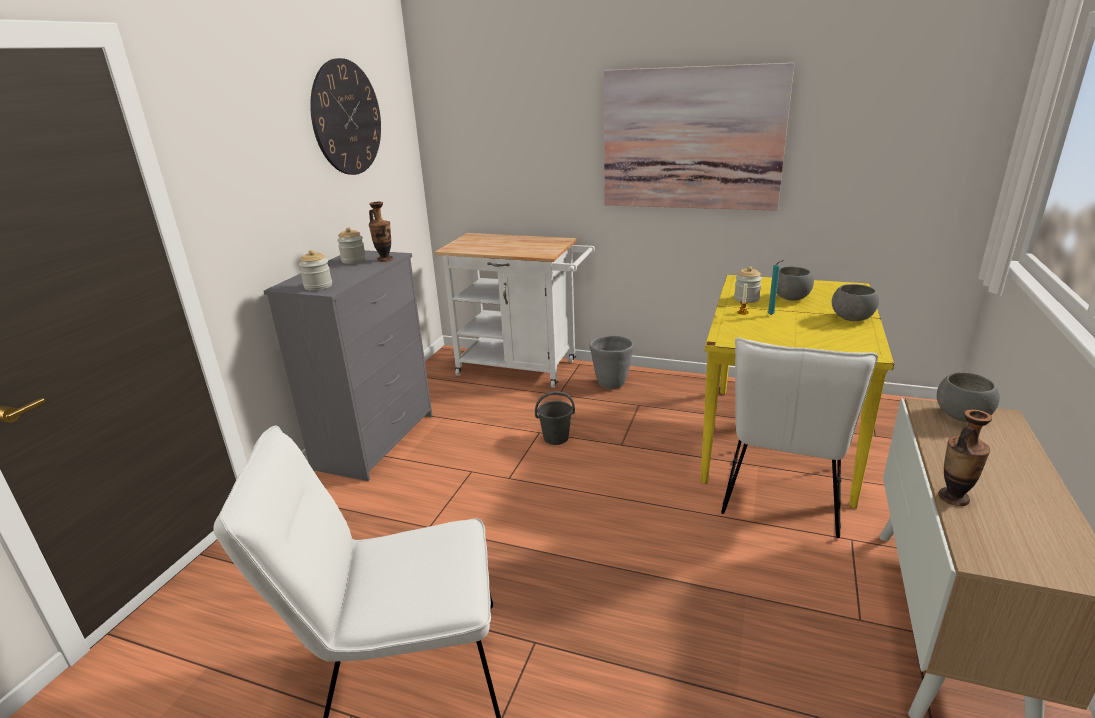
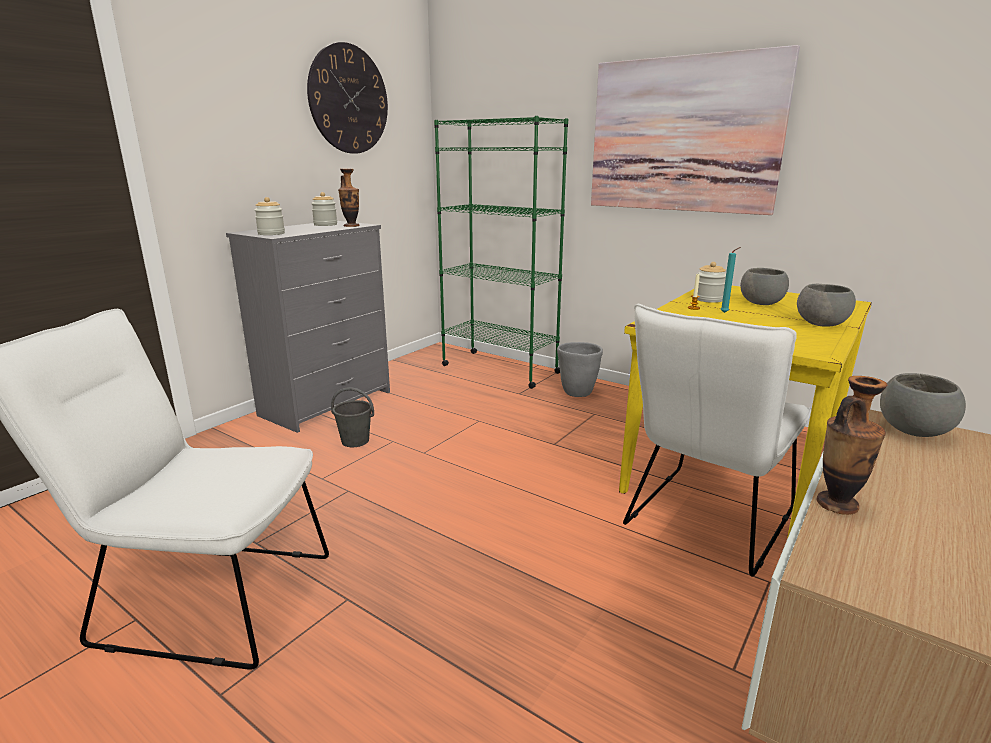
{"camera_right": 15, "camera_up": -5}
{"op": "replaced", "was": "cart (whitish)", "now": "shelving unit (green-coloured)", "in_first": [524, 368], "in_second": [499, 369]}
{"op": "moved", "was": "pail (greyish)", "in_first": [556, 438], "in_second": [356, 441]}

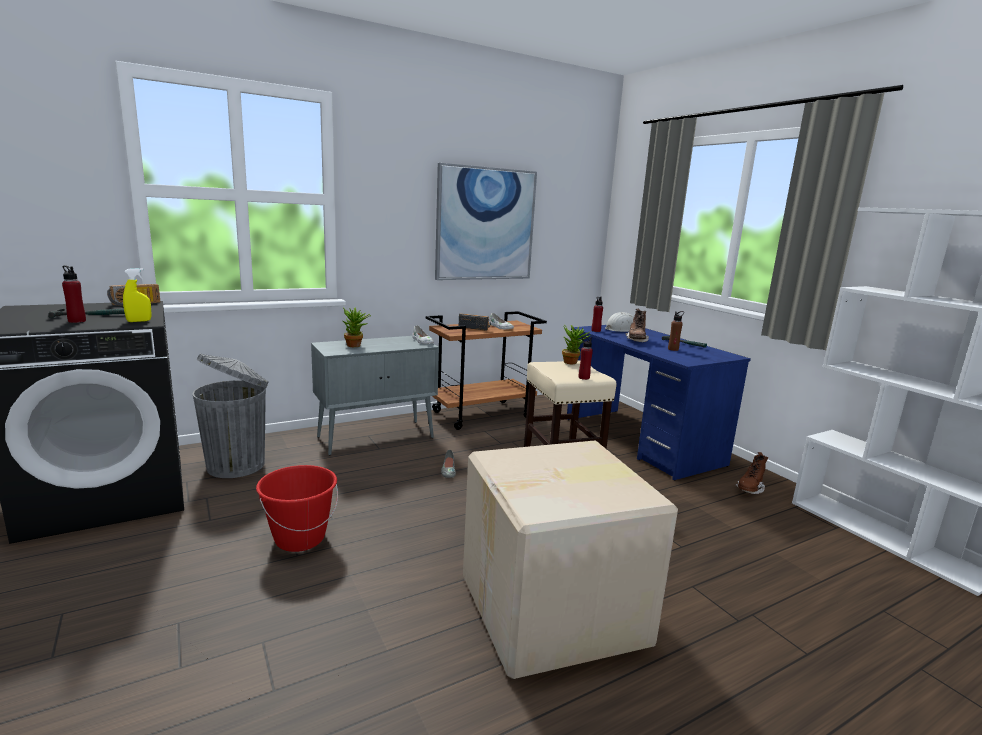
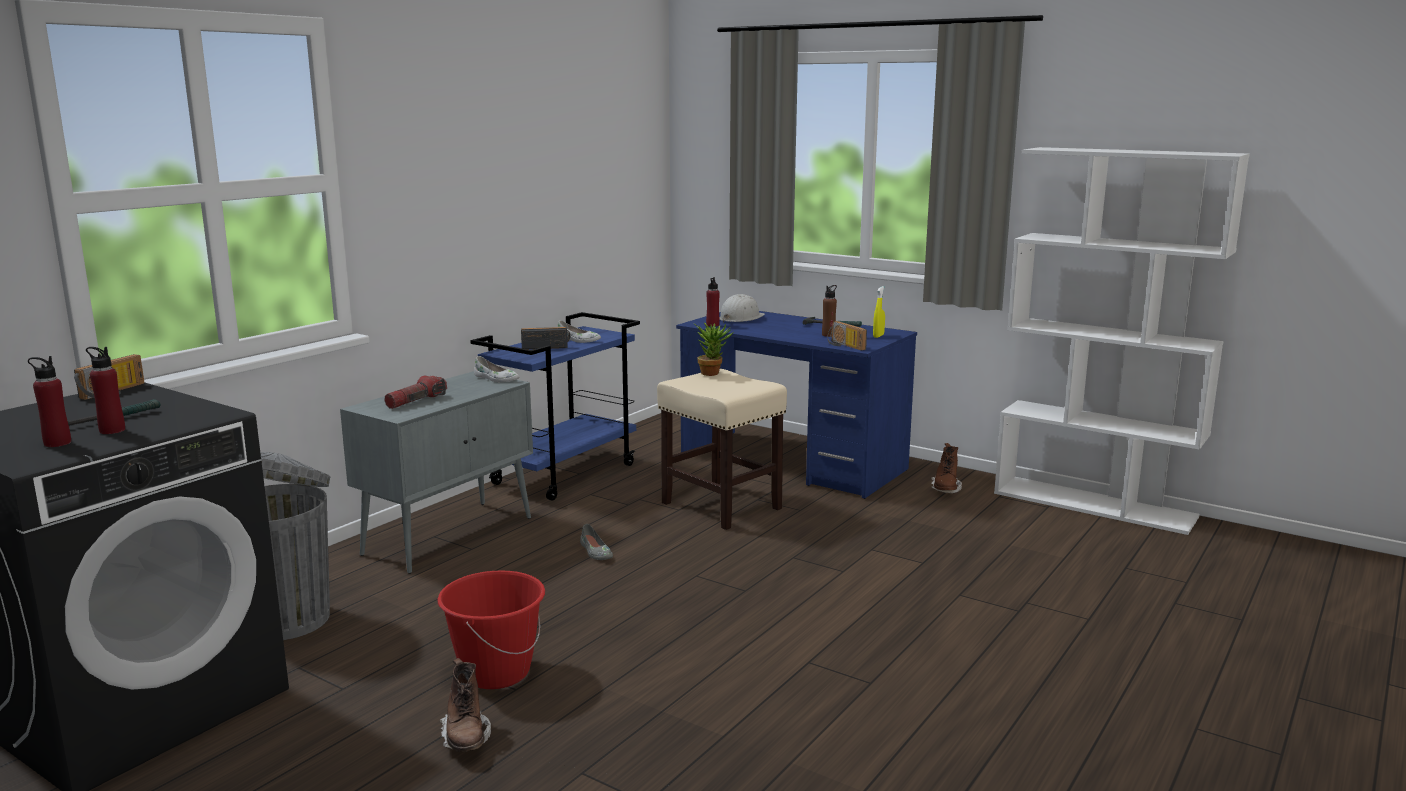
{"camera_right": -25, "camera_up": 0}
{"op": "moved", "was": "hand sprayer (yellow-coloured)", "in_first": [139, 321], "in_second": [878, 336]}
{"op": "replaced", "was": "potted plant", "now": "torch", "in_first": [356, 346], "in_second": [416, 401]}
{"op": "recoloured", "was": "cart (brown-coloured)", "now": "cart (bluish)", "in_first": [482, 414], "in_second": [564, 474]}
{"op": "removed", "was": "picture", "in_first": [485, 224]}
{"op": "removed", "was": "carton", "in_first": [555, 611]}
{"op": "moved", "was": "beverage bottle (reddish)", "in_first": [583, 377], "in_second": [57, 443]}
{"op": "moved", "was": "boot (brown-coloured)", "in_first": [636, 340], "in_second": [466, 738]}
{"op": "added", "now": "radio set", "in_second": [844, 346]}

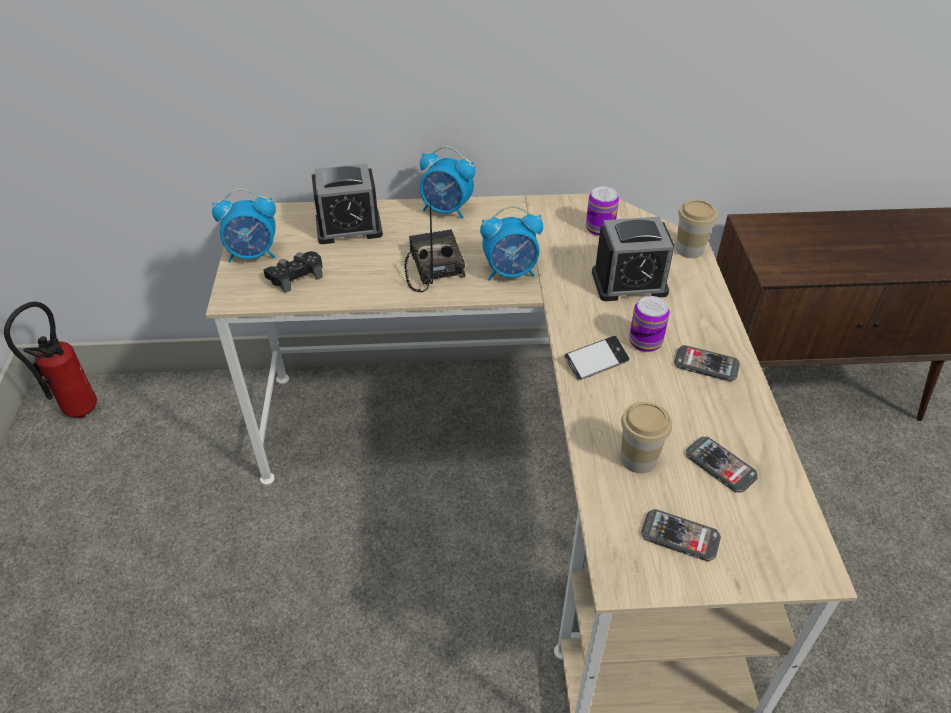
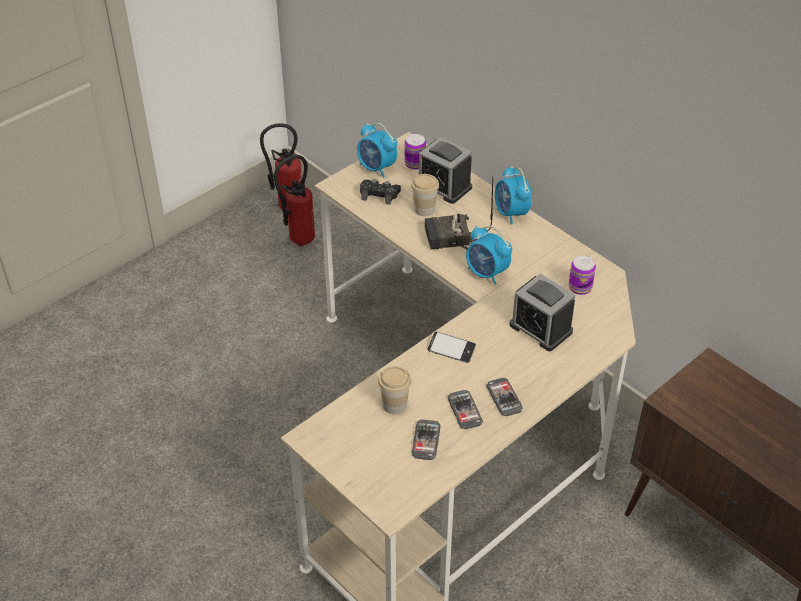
{"camera_right": 50, "camera_up": 0}
{"op": "turned", "was": "radio set", "in_first": [432, 267], "in_second": [451, 239], "clockwise": -135}
{"op": "moved", "was": "can", "in_first": [645, 342], "in_second": [415, 164]}
{"op": "moved", "was": "handset", "in_first": [680, 536], "in_second": [464, 410]}
{"op": "moved", "was": "drinking cup", "in_first": [689, 249], "in_second": [424, 209]}
{"op": "added", "now": "fire extinguisher", "in_second": [297, 241]}

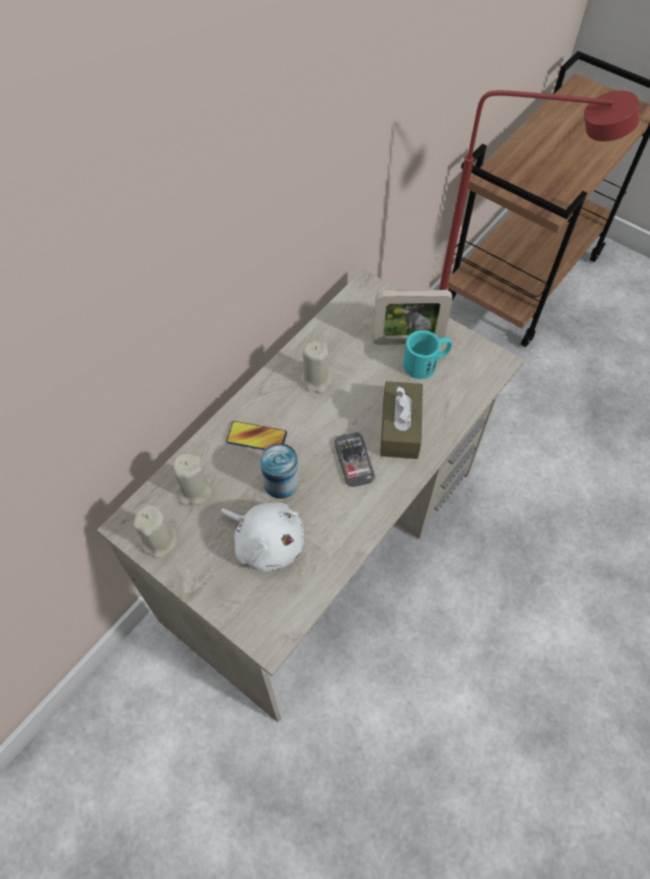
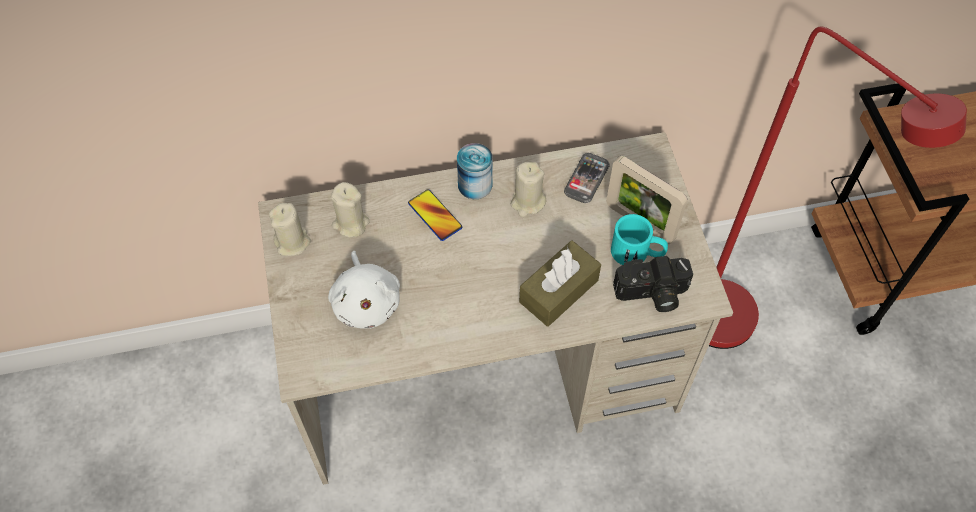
{"camera_right": 40, "camera_up": 0}
{"op": "moved", "was": "can", "in_first": [281, 482], "in_second": [475, 185]}
{"op": "moved", "was": "handset", "in_first": [354, 460], "in_second": [586, 179]}
{"op": "added", "now": "photo camera", "in_second": [652, 294]}

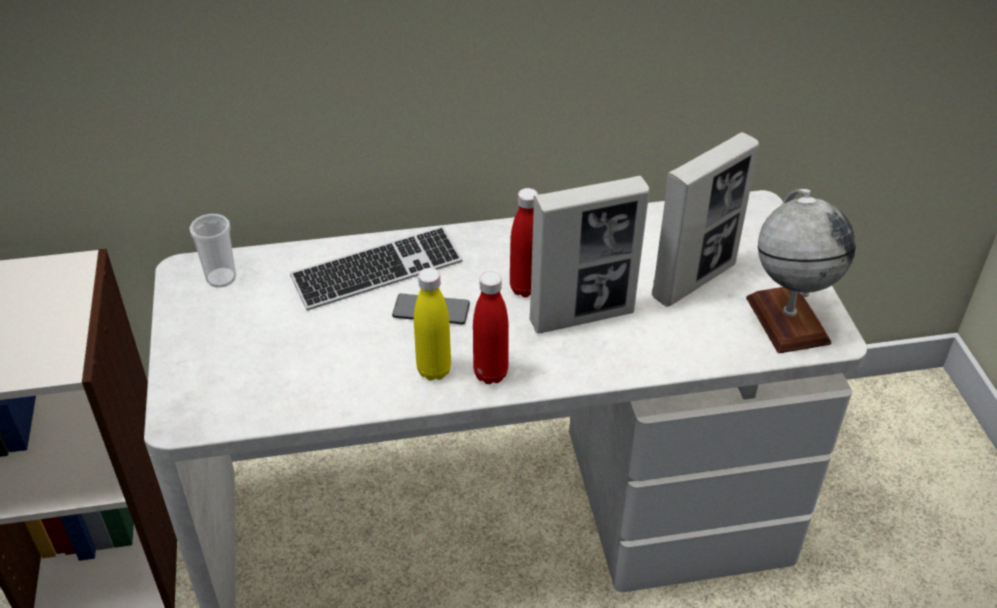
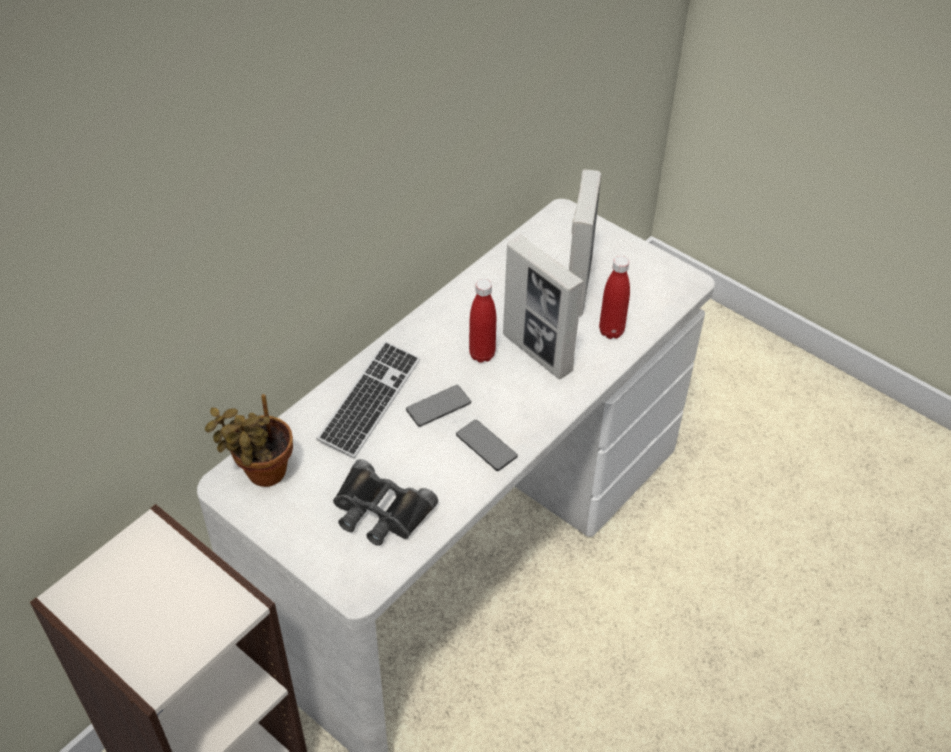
{"camera_right": -40, "camera_up": 5}
{"op": "replaced", "was": "drinking cup", "now": "potted plant", "in_first": [221, 278], "in_second": [262, 473]}
{"op": "replaced", "was": "beverage bottle (yellow-coloured)", "now": "handset", "in_first": [434, 370], "in_second": [486, 446]}
{"op": "moved", "was": "beverage bottle (reddish)", "in_first": [490, 374], "in_second": [611, 331]}
{"op": "turned", "was": "standing frame", "in_first": [582, 316], "in_second": [537, 353], "clockwise": 105}
{"op": "removed", "was": "desk globe", "in_first": [787, 320]}
{"op": "added", "now": "binoculars (black)", "in_second": [380, 511]}

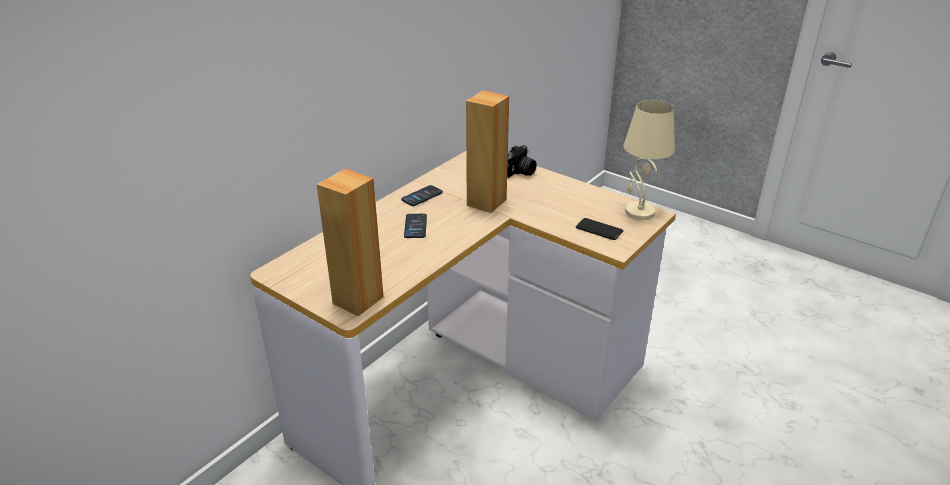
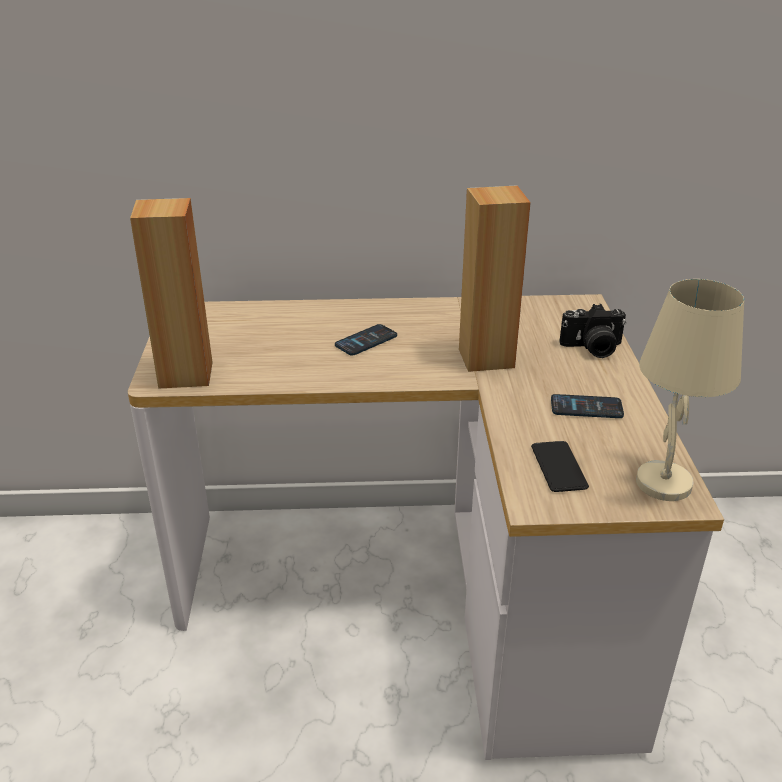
{"camera_right": 50, "camera_up": 0}
{"op": "moved", "was": "handset", "in_first": [422, 196], "in_second": [586, 407]}

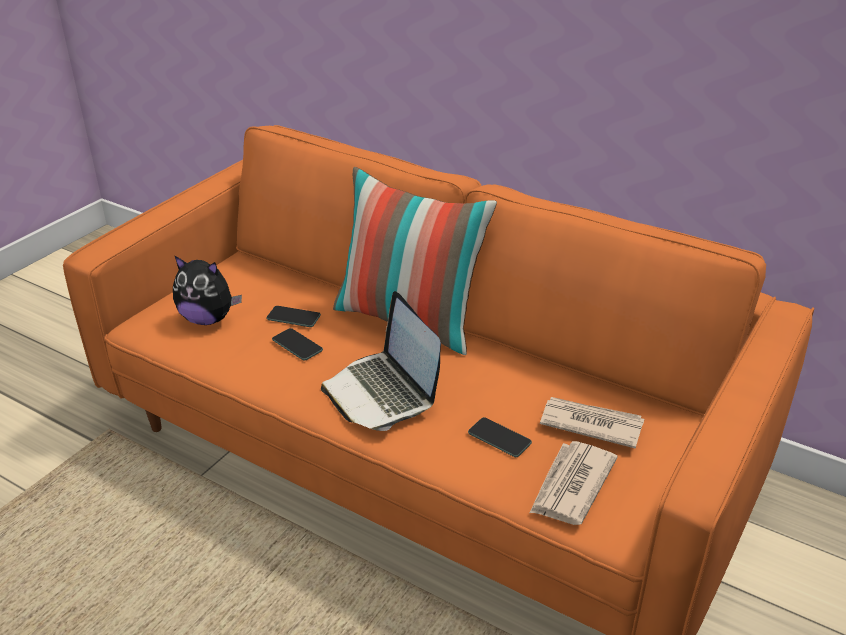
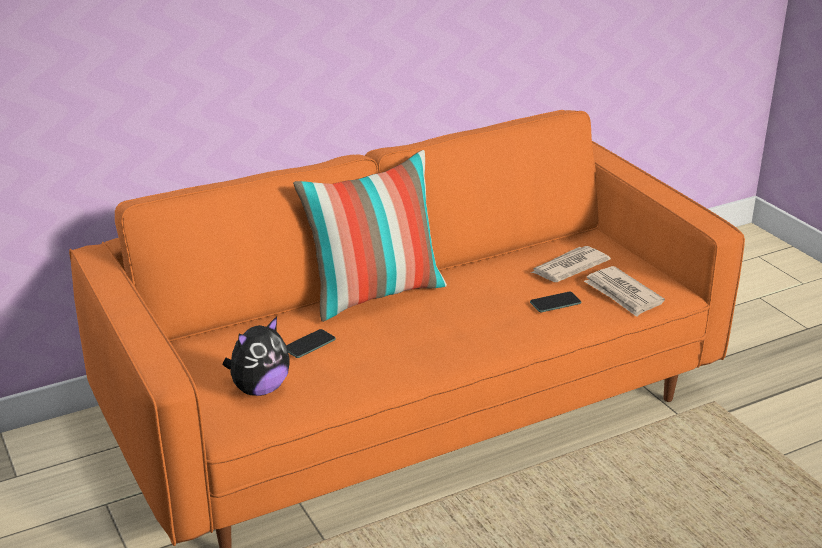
{"camera_right": -60, "camera_up": -5}
{"op": "removed", "was": "handset", "in_first": [297, 345]}
{"op": "removed", "was": "laptop", "in_first": [382, 392]}

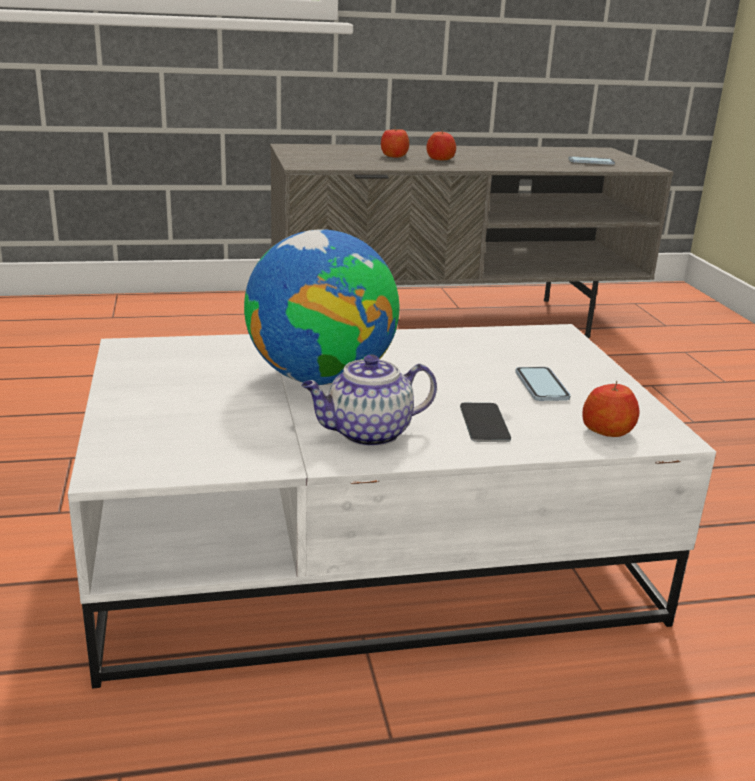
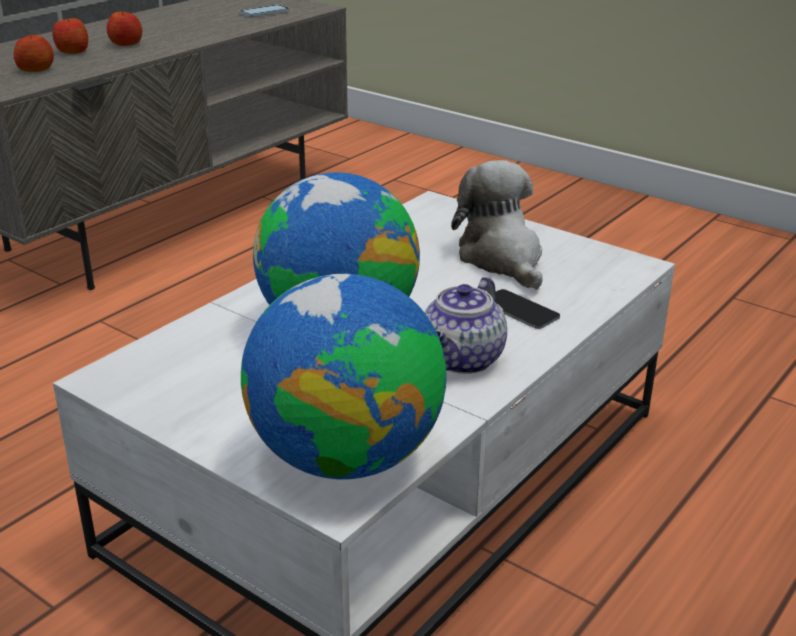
{"camera_right": -40, "camera_up": 5}
{"op": "replaced", "was": "handset", "now": "soft toy", "in_first": [541, 386], "in_second": [502, 259]}
{"op": "moved", "was": "apple", "in_first": [607, 430], "in_second": [36, 69]}
{"op": "added", "now": "desk globe", "in_second": [346, 457]}

